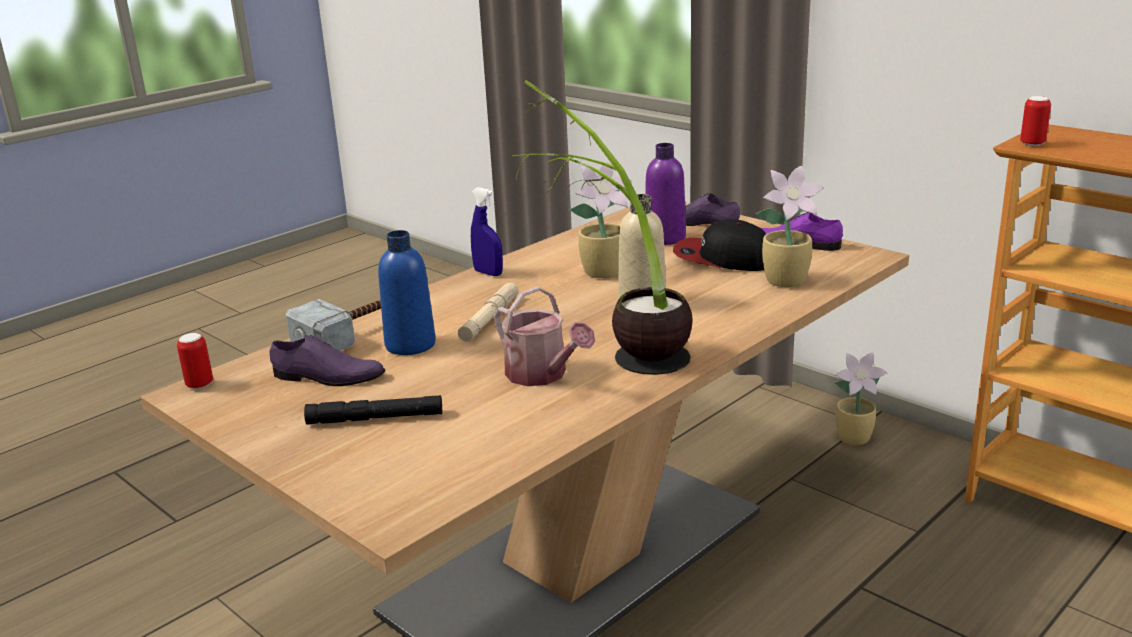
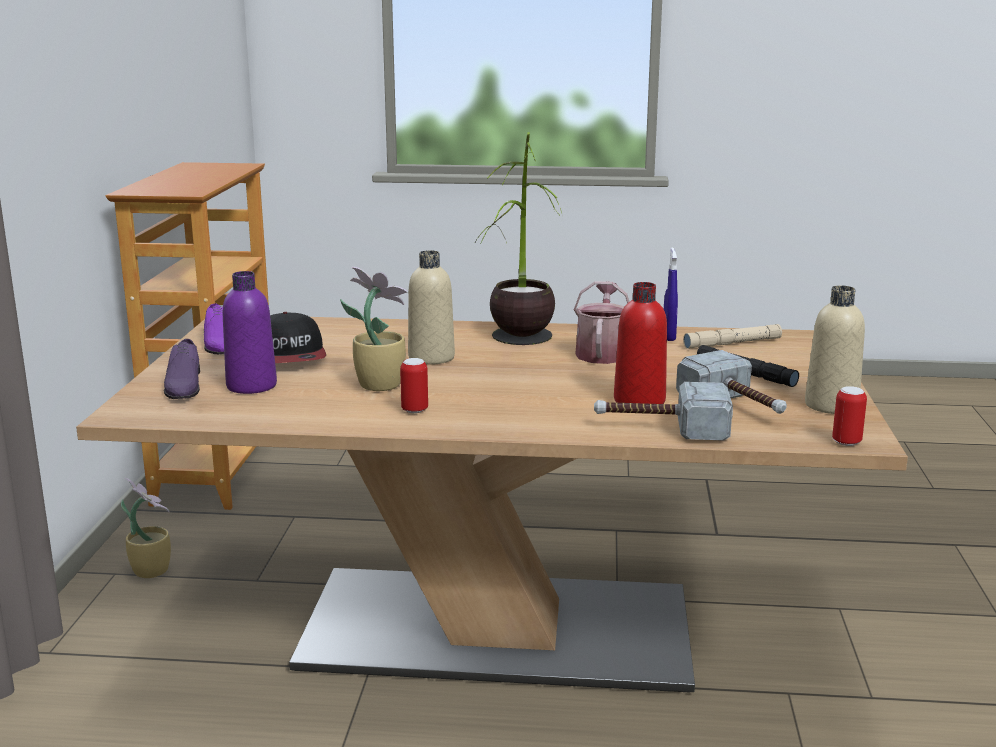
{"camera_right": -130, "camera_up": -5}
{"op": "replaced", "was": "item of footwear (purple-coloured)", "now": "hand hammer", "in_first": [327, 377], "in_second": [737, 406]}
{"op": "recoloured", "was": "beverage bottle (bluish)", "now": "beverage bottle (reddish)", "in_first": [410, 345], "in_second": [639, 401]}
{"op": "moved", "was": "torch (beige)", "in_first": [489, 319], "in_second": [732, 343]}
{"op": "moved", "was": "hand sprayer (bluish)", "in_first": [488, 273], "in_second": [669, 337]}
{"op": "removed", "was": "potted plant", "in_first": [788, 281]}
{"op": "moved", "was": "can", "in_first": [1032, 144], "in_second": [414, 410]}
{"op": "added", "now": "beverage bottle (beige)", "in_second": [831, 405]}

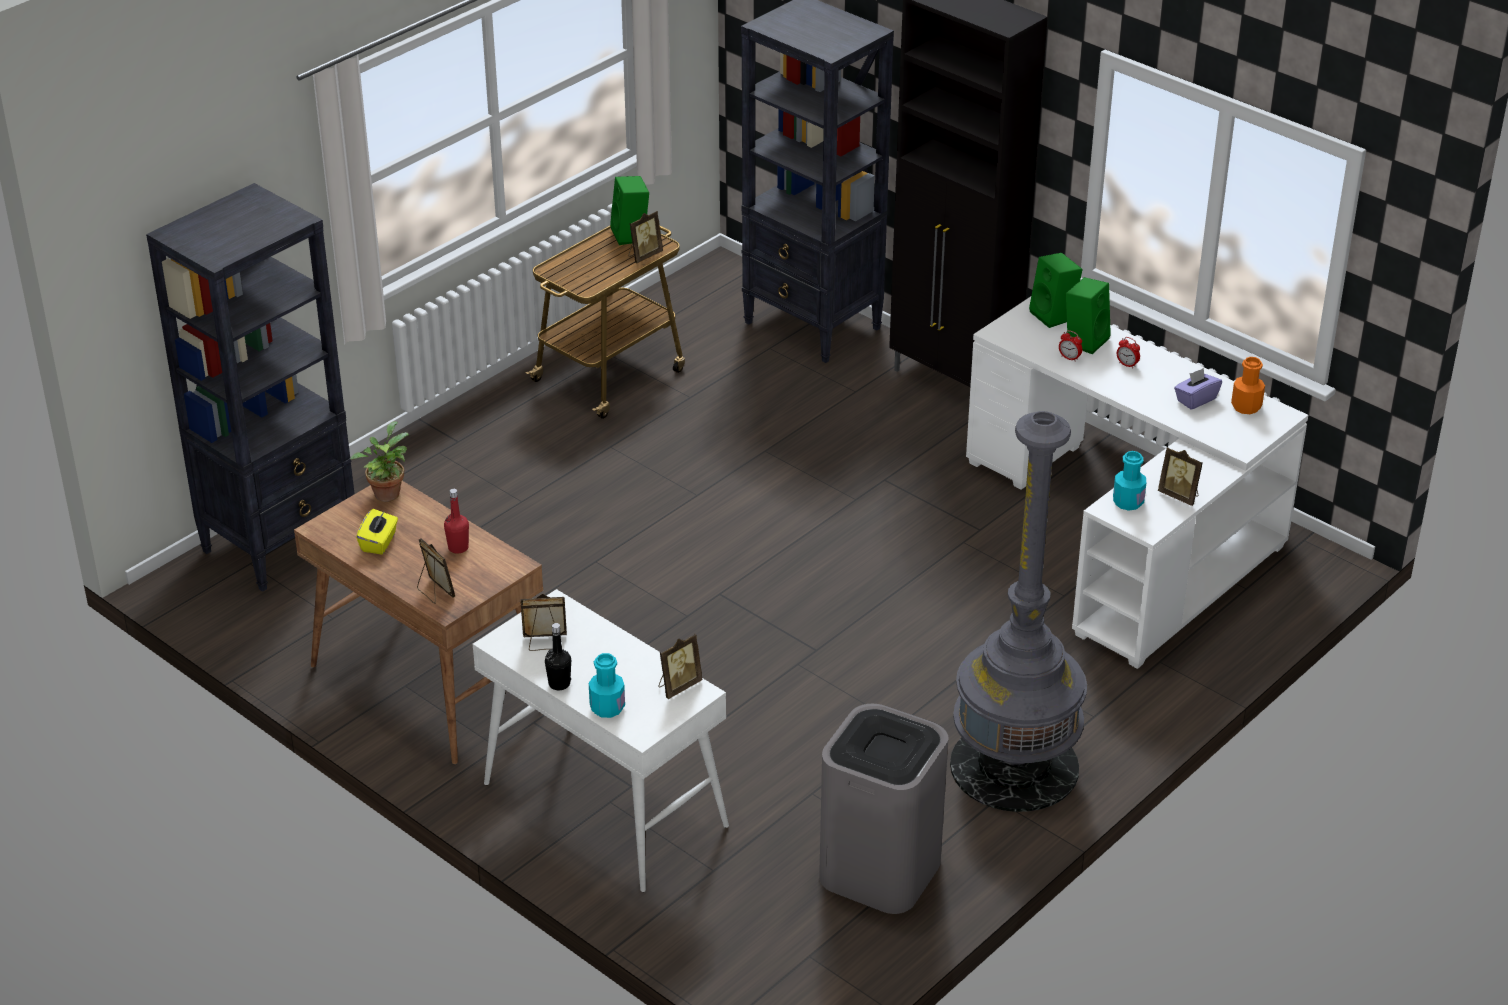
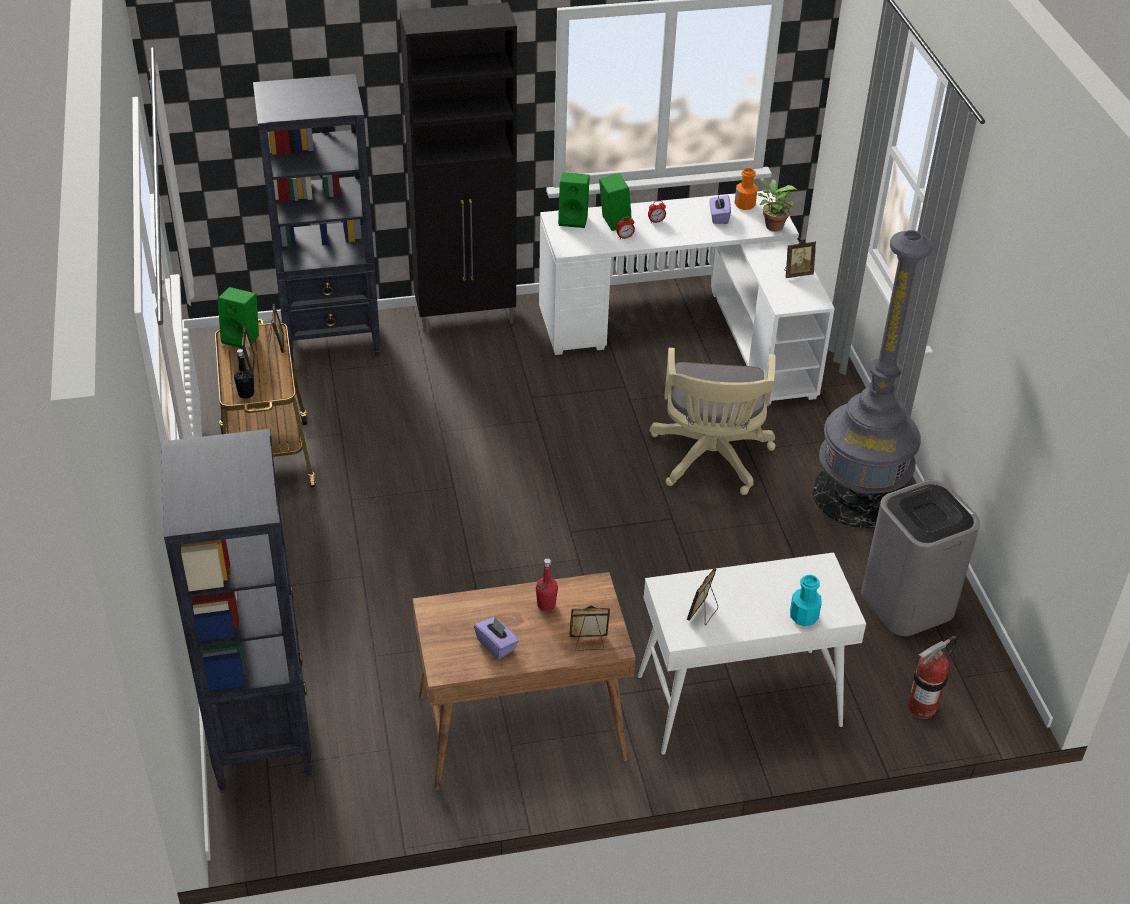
{"camera_right": -55, "camera_up": 5}
{"op": "moved", "was": "potted plant", "in_first": [387, 492], "in_second": [771, 226]}
{"op": "recoloured", "was": "tissue box (yellow-coloured)", "now": "tissue box (purple-coloured)", "in_first": [379, 543], "in_second": [496, 645]}
{"op": "moved", "was": "beverage bottle (black)", "in_first": [559, 684], "in_second": [246, 394]}
{"op": "moved", "was": "standing frame", "in_first": [678, 686], "in_second": [246, 367]}
{"op": "removed", "was": "beverage bottle (turquoise)", "in_first": [1128, 502]}
{"op": "added", "now": "desk chair (beige)", "in_second": [710, 460]}
{"op": "added", "now": "fire extinguisher", "in_second": [922, 707]}

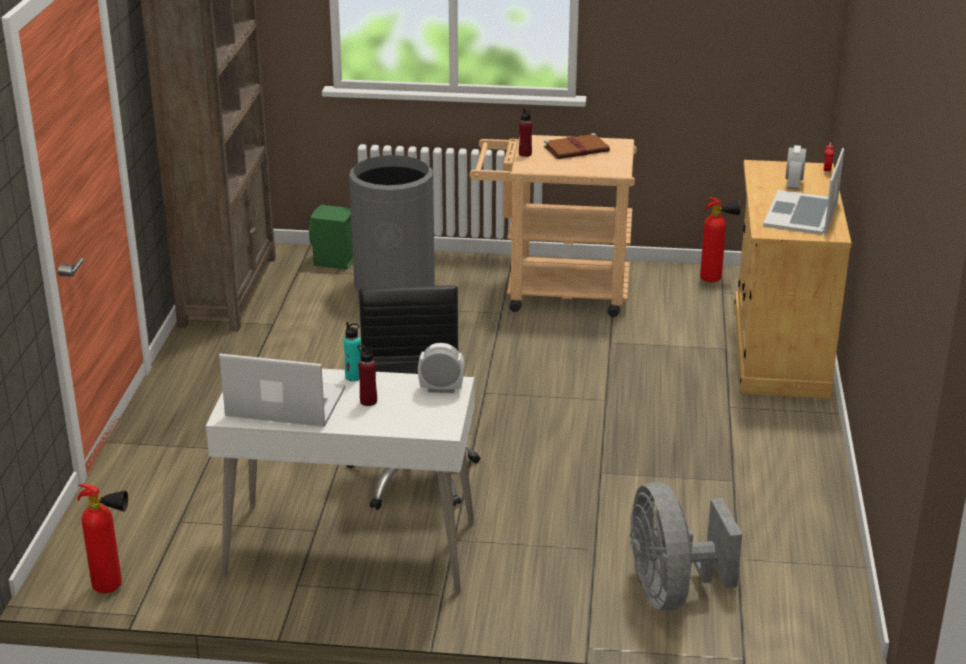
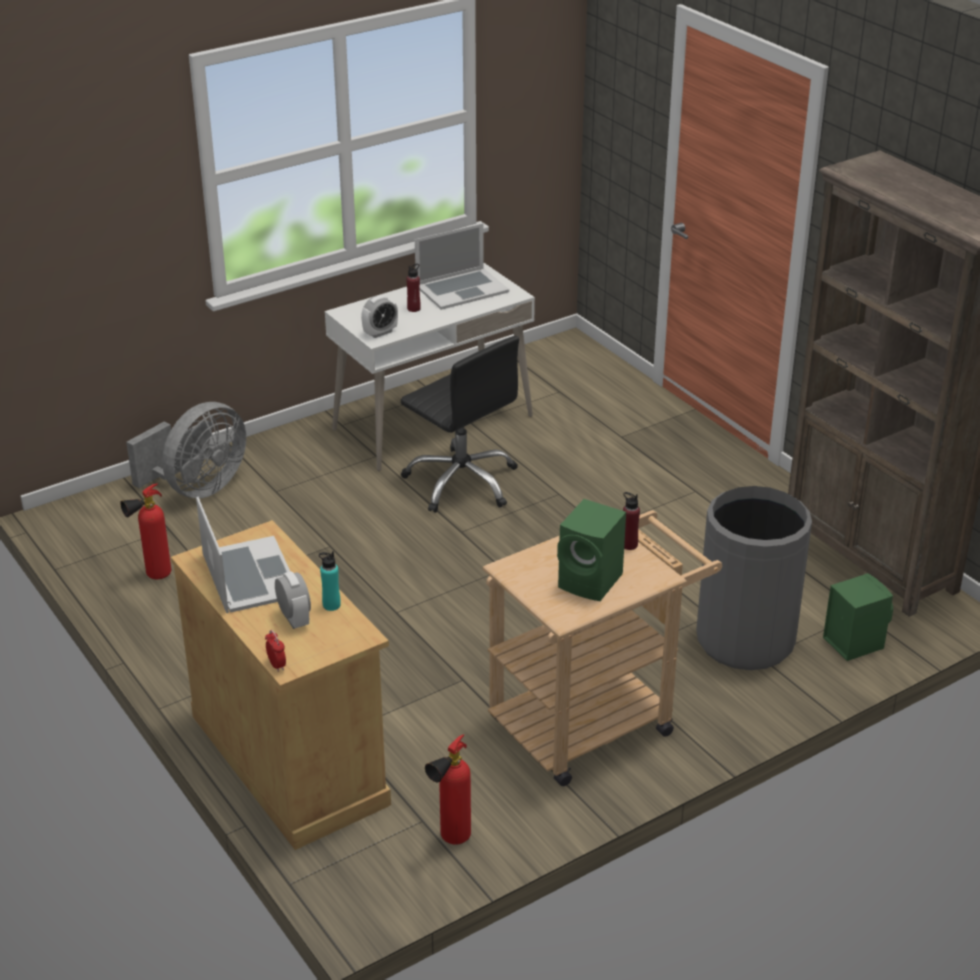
{"camera_right": 140, "camera_up": 5}
{"op": "moved", "was": "fire extinguisher", "in_first": [114, 587], "in_second": [153, 577]}
{"op": "moved", "was": "beverage bottle (turquoise)", "in_first": [353, 377], "in_second": [331, 605]}
{"op": "replaced", "was": "volume (brown-coloured)", "now": "speaker (green-coloured)", "in_first": [577, 149], "in_second": [592, 582]}
{"op": "turned", "was": "fan (greyish)", "in_first": [671, 591], "in_second": [197, 488], "clockwise": 90}

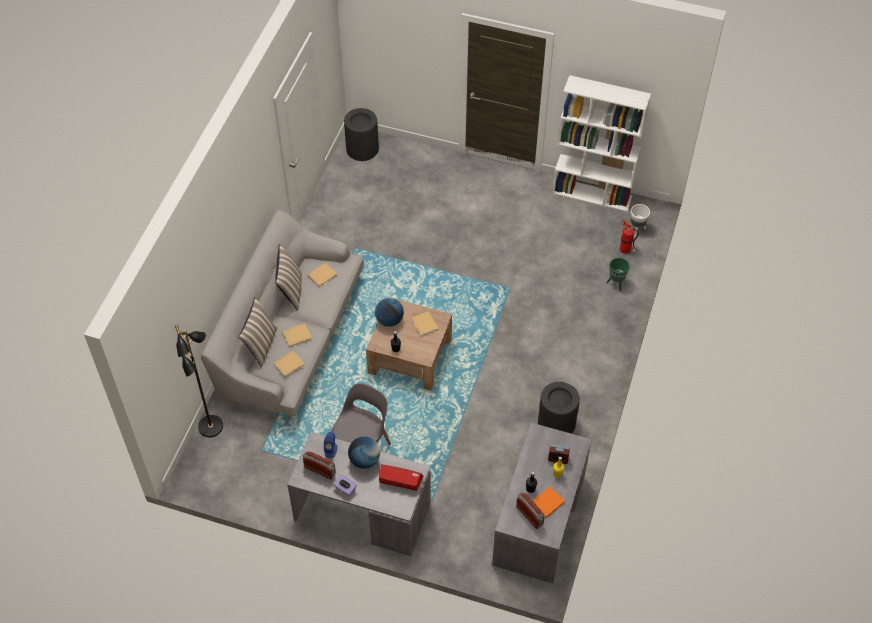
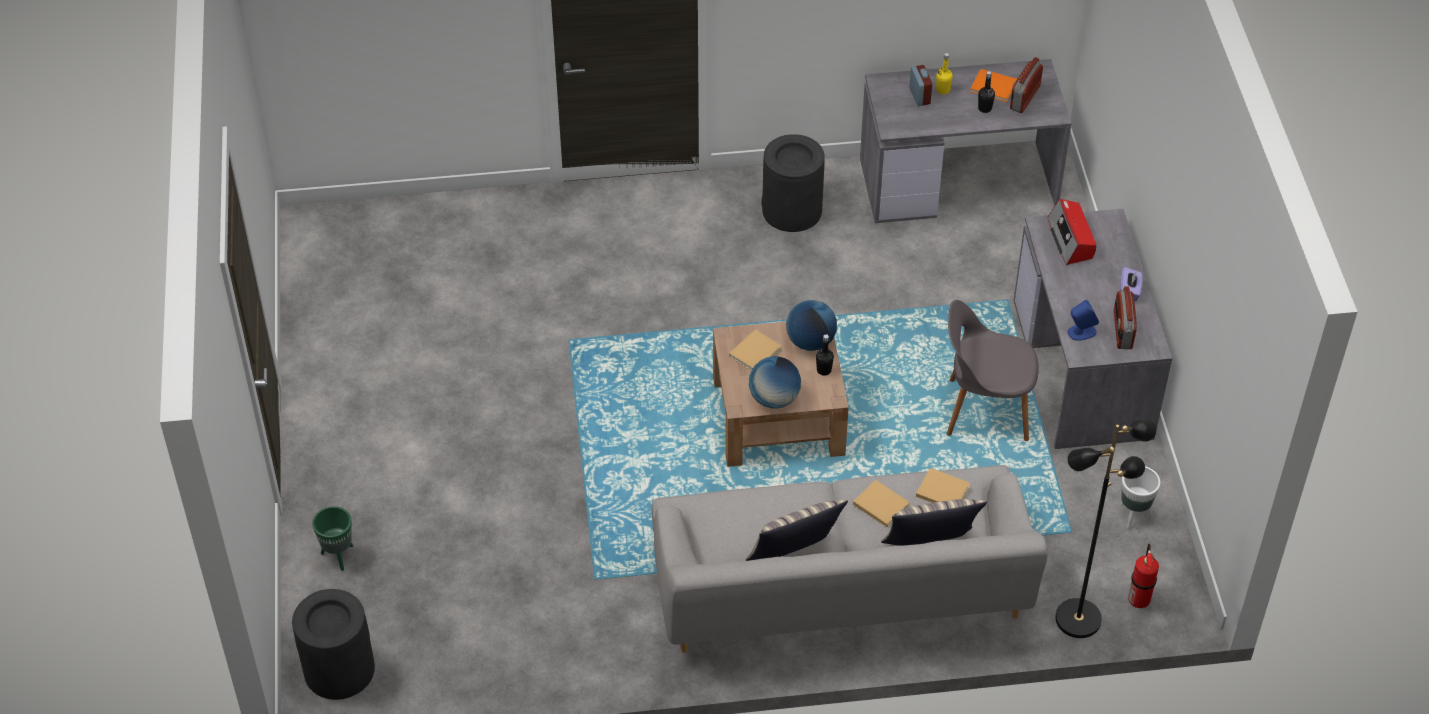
{"camera_right": -115, "camera_up": -5}
{"op": "removed", "was": "volume (beige)", "in_first": [323, 275]}
{"op": "moved", "was": "desk globe", "in_first": [364, 460], "in_second": [810, 342]}
{"op": "removed", "was": "shelving unit (whitish)", "in_first": [592, 194]}
{"op": "moved", "was": "flower pot (green-coloured)", "in_first": [616, 283], "in_second": [338, 556]}
{"op": "moved", "was": "fire extinguisher", "in_first": [626, 251], "in_second": [1138, 599]}
{"op": "moved", "was": "flower pot (whitish)", "in_first": [636, 230], "in_second": [1133, 515]}

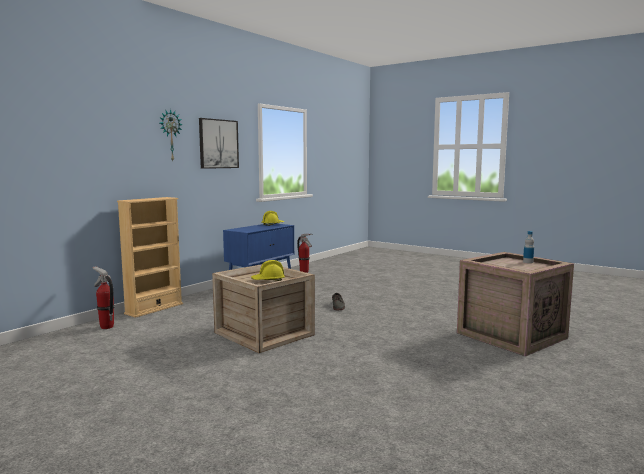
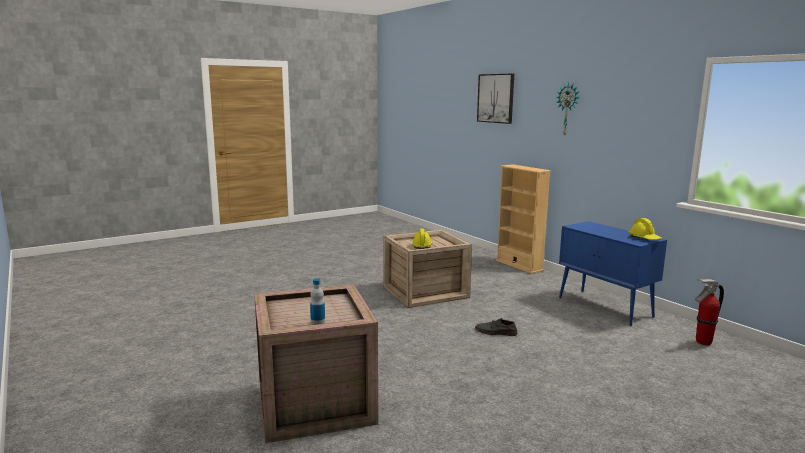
{"camera_right": 110, "camera_up": 5}
{"op": "removed", "was": "fire extinguisher", "in_first": [106, 327]}
{"op": "moved", "was": "picture", "in_first": [218, 144], "in_second": [496, 98]}

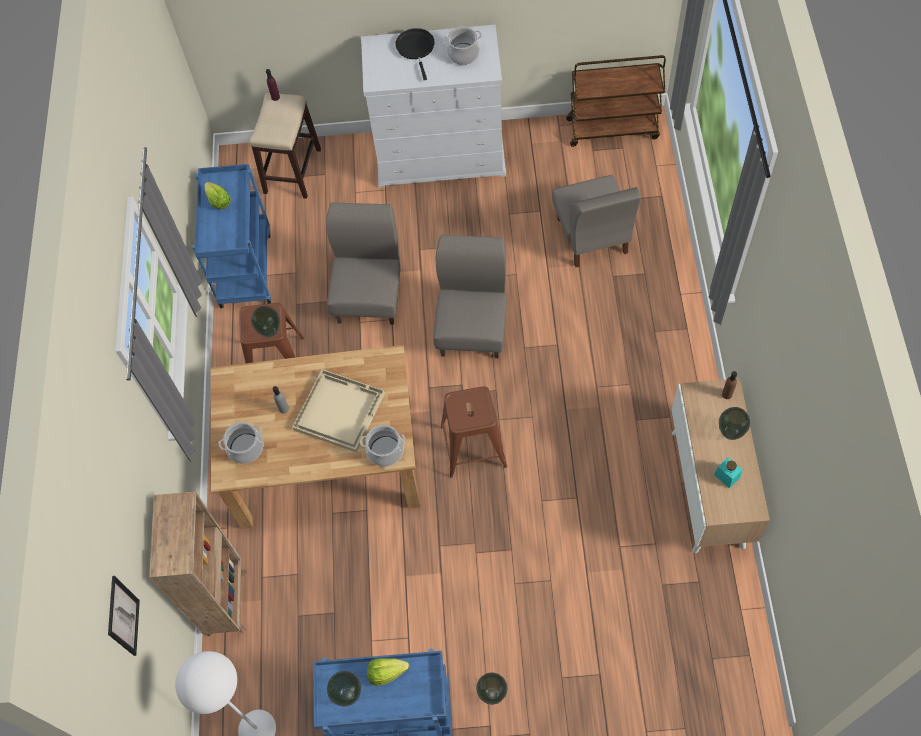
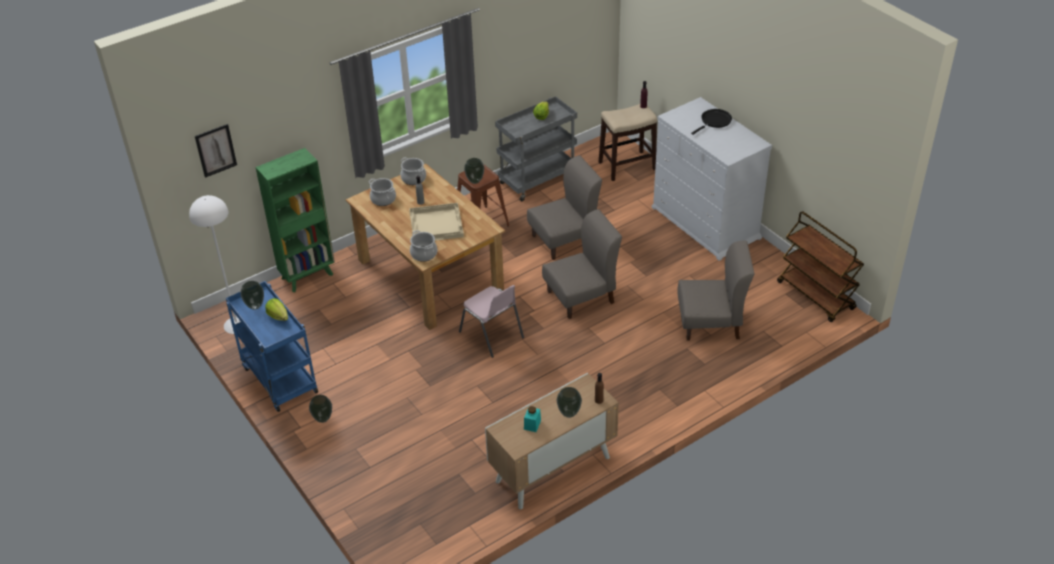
{"camera_right": 55, "camera_up": -20}
{"op": "recoloured", "was": "shelving unit (brown-coloured)", "now": "shelving unit (green-coloured)", "in_first": [227, 601], "in_second": [308, 276]}
{"op": "recoloured", "was": "cart (bluish)", "now": "cart (greyish)", "in_first": [244, 267], "in_second": [537, 179]}
{"op": "replaced", "was": "stool seat (brown-coloured)", "now": "upright chair (pink)", "in_first": [473, 446], "in_second": [492, 335]}
{"op": "moved", "was": "cooking pot", "in_first": [463, 54], "in_second": [414, 178]}
{"op": "turned", "was": "upright chair (greyish)", "in_first": [592, 236], "in_second": [710, 323], "clockwise": -135}

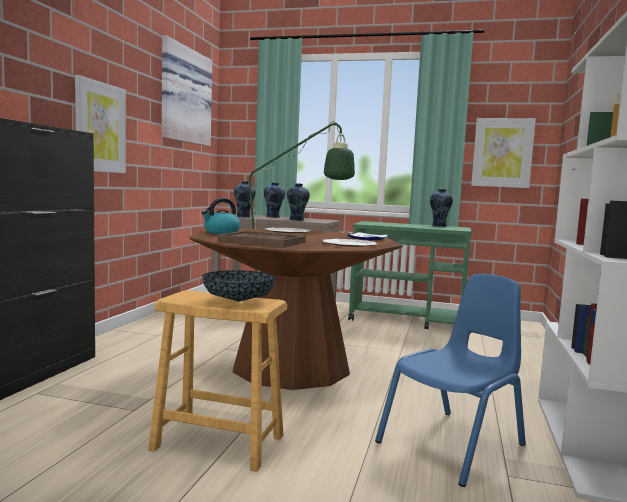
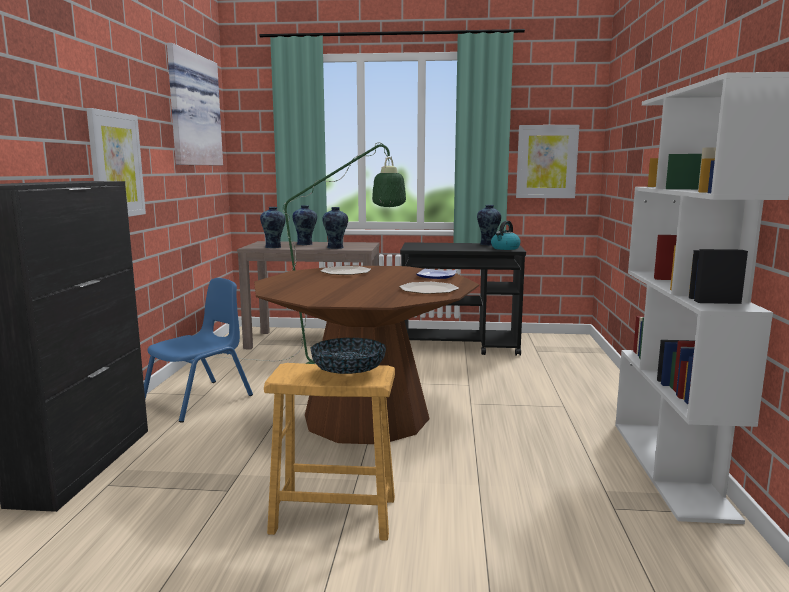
{"camera_right": -10, "camera_up": 5}
{"op": "moved", "was": "water kettle", "in_first": [221, 232], "in_second": [505, 248]}
{"op": "removed", "was": "tray (brown-coloured)", "in_first": [262, 242]}
{"op": "recoloured", "was": "cart (green-coloured)", "now": "cart (black)", "in_first": [407, 320], "in_second": [460, 346]}
{"op": "moved", "was": "upright chair (bluish)", "in_first": [453, 444], "in_second": [199, 400]}

